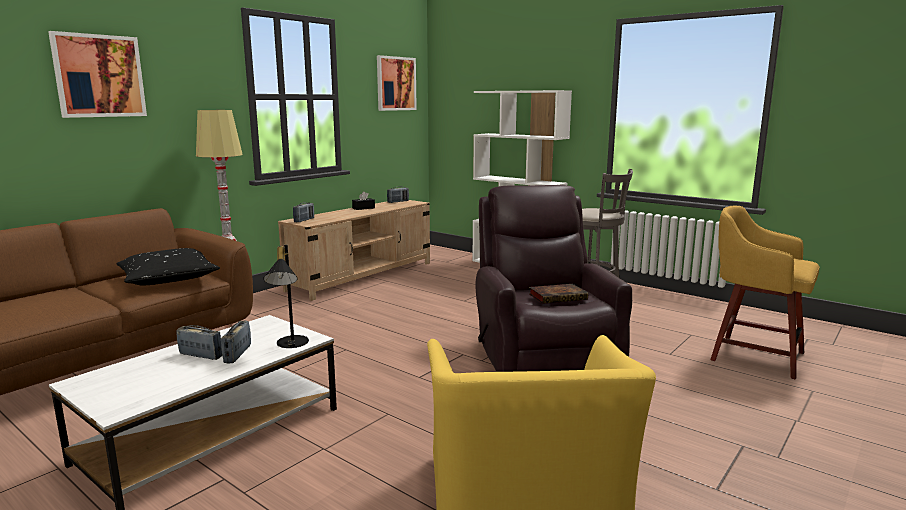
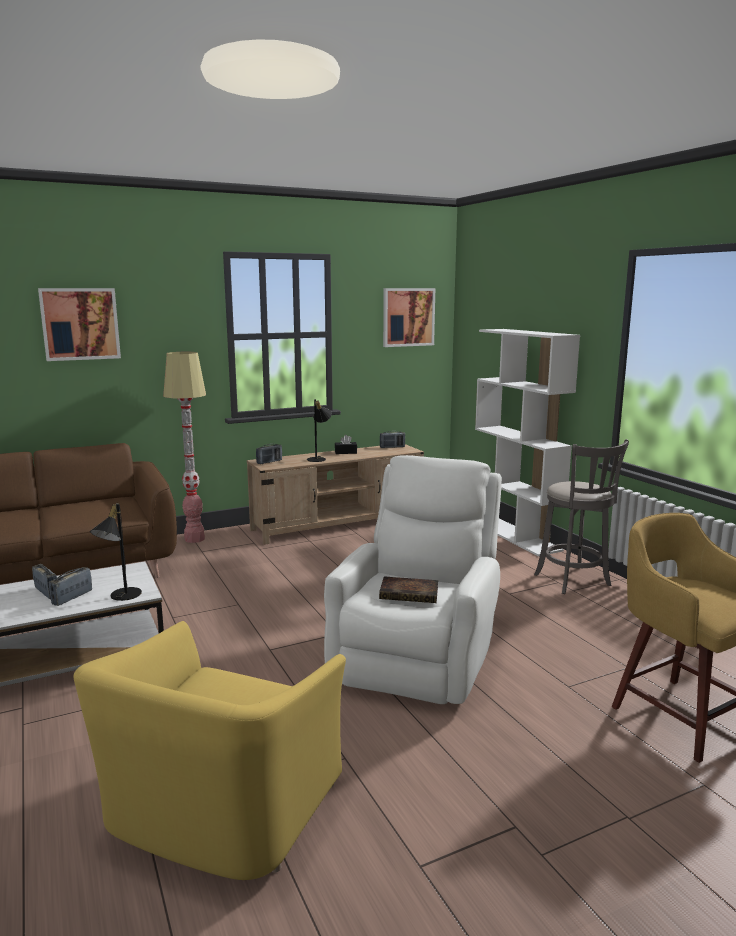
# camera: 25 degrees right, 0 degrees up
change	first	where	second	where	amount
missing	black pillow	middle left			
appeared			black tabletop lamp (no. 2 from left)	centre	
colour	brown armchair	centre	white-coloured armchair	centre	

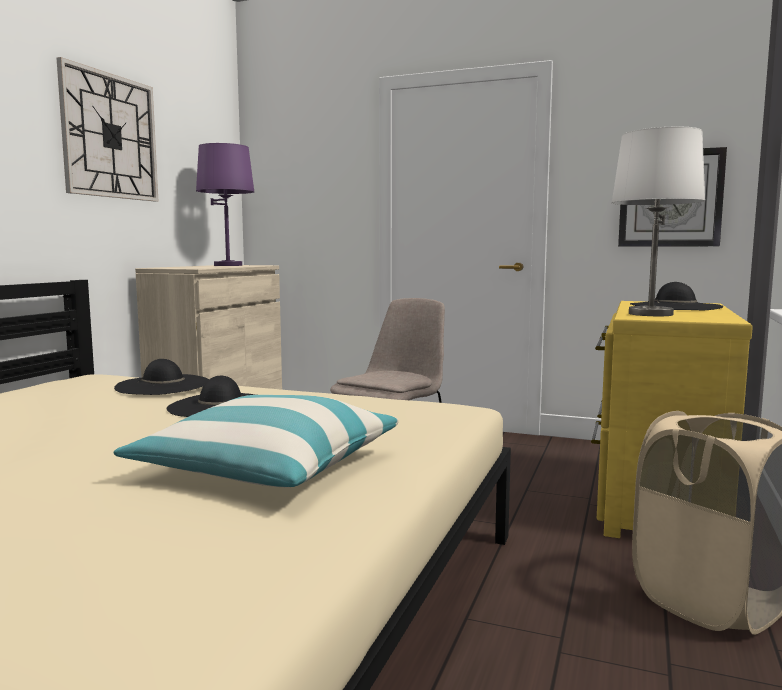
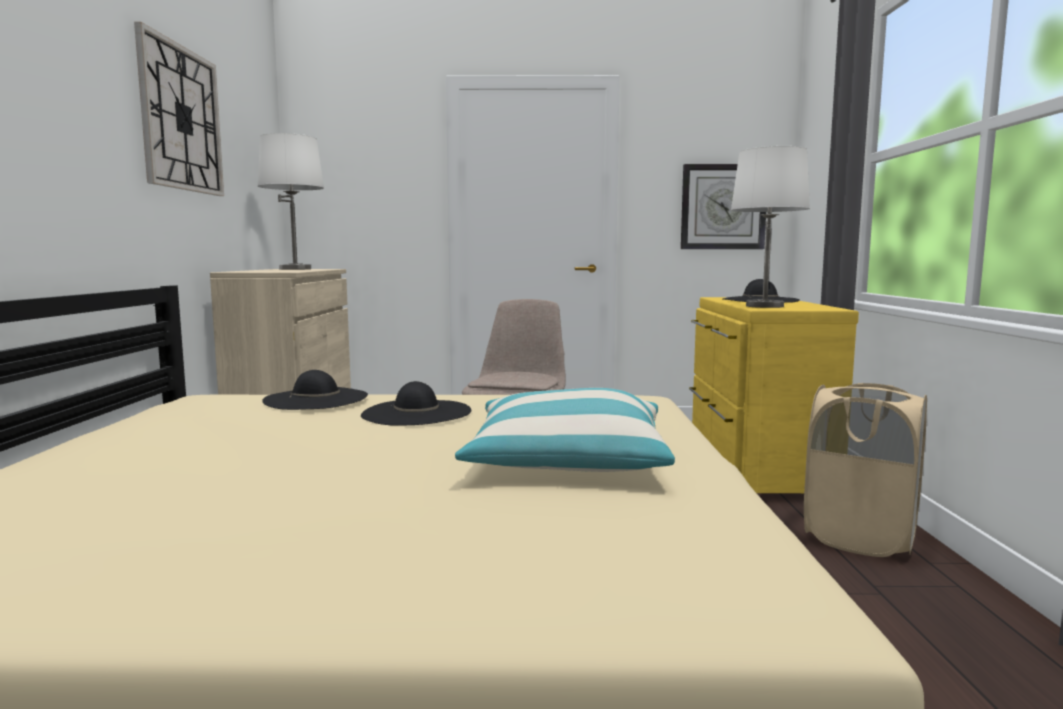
# camera: 20 degrees left, 0 degrees up
change	first	where	second	where	amount
colour	purple-coloured tabletop lamp	top left	white-coloured tabletop lamp (no. 1 from left)	top left	

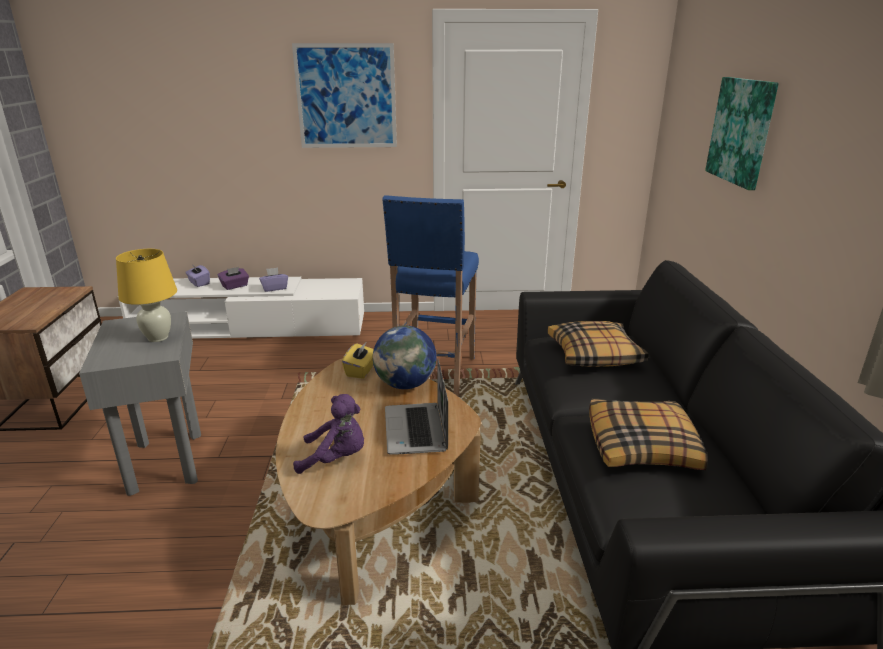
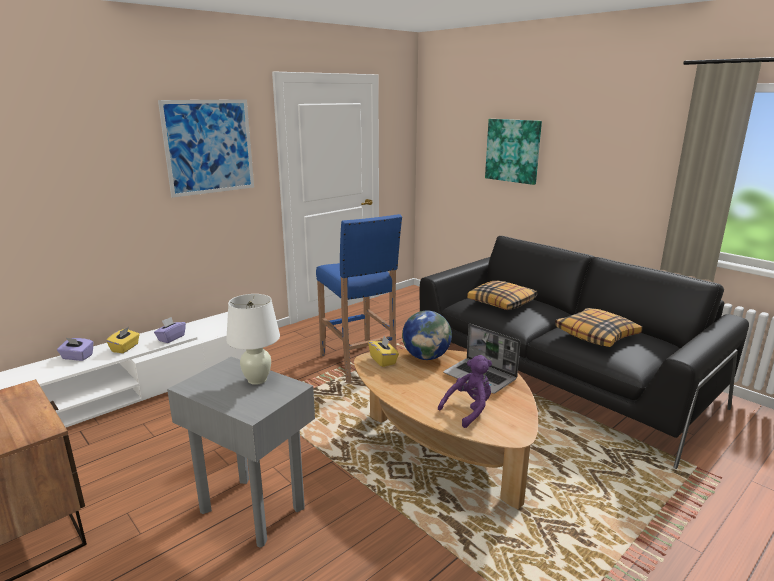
# camera: 40 degrees left, 5 degrees down
change	first	where	second	where	amount
colour	yellowish tabletop lamp	middle left	white-coloured tabletop lamp	middle left	
colour	purple-coloured tissue box (no. 2 from left)	middle left	yellowish tissue box (no. 1 from left)	middle left	

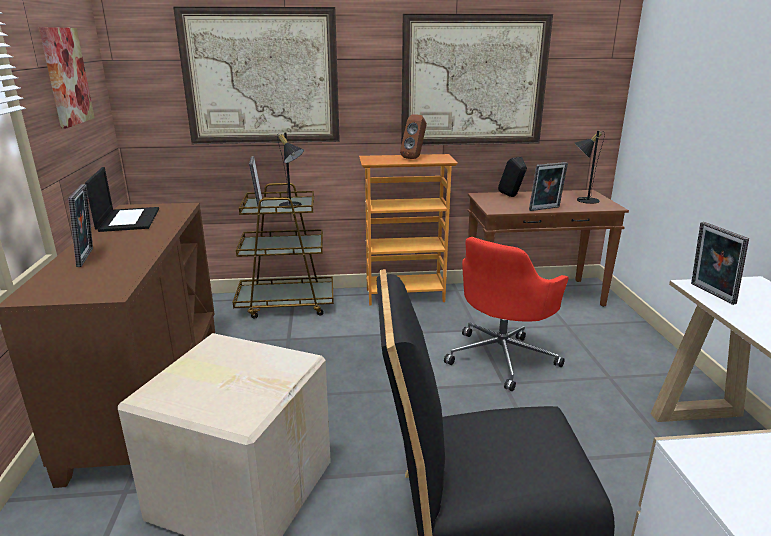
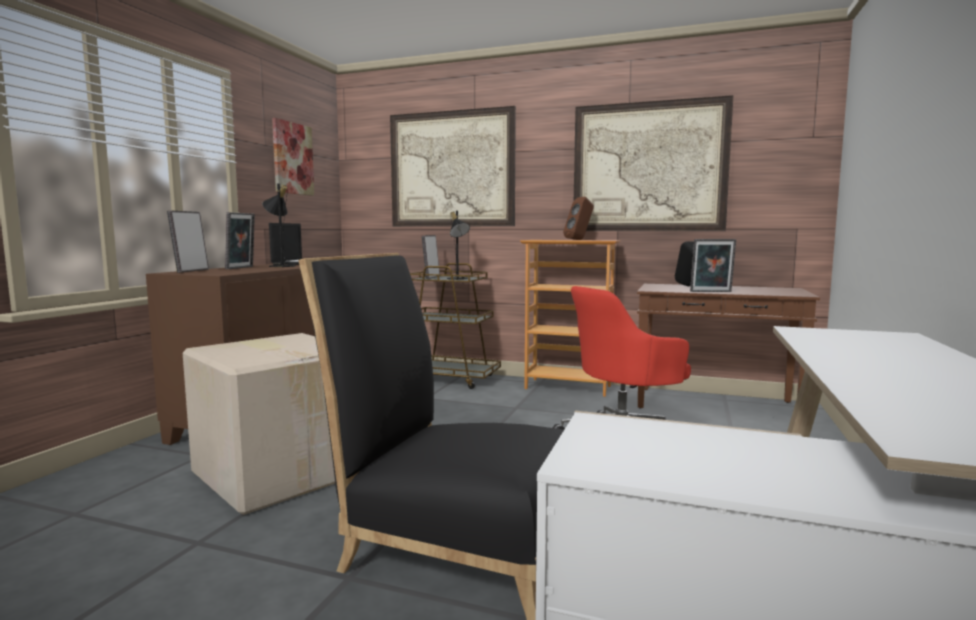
# camera: 25 degrees right, 15 degrees down
change	first	where	second	where	amount
relocated	black tabletop lamp (no. 2 from left in the first image)	top right	black tabletop lamp (no. 1 from left)	middle left	
relocated	photo frame (no. 4 from left in the first image)	middle right	photo frame (no. 1 from left)	middle left	

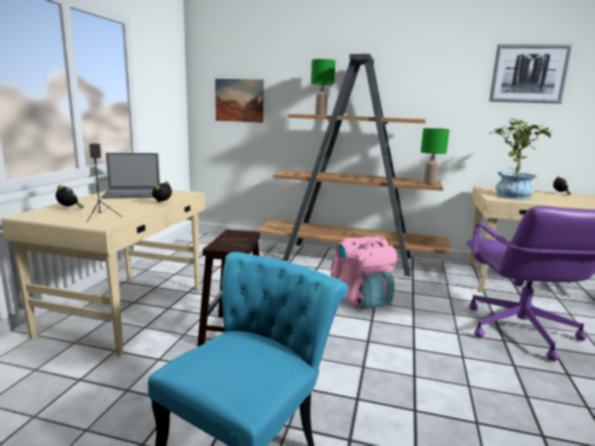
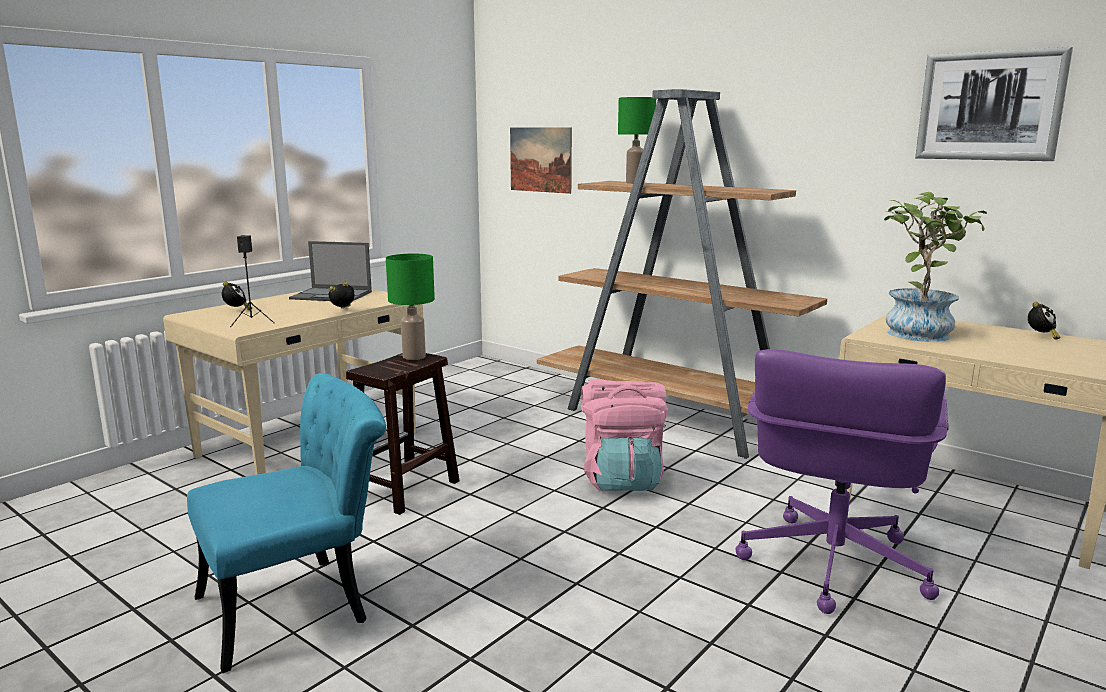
# camera: 25 degrees right, 0 degrees up
change	first	where	second	where	amount
relocated	greenish tabletop lamp (no. 2 from left in the first image)	middle right	greenish tabletop lamp (no. 1 from left)	centre	

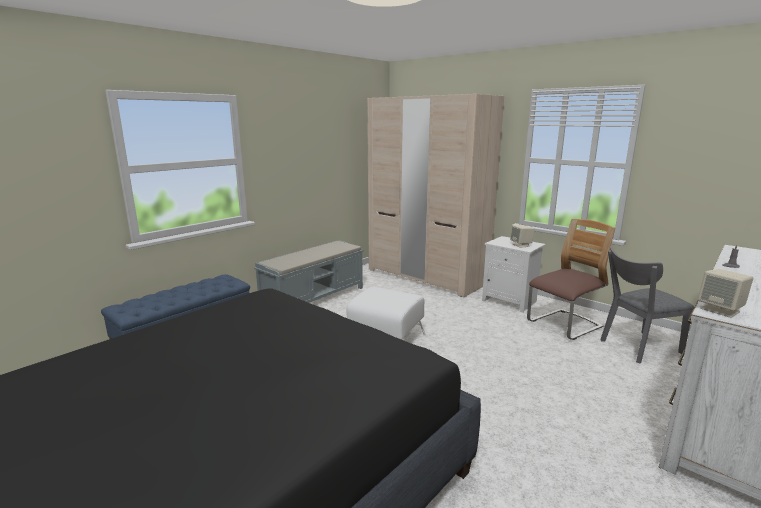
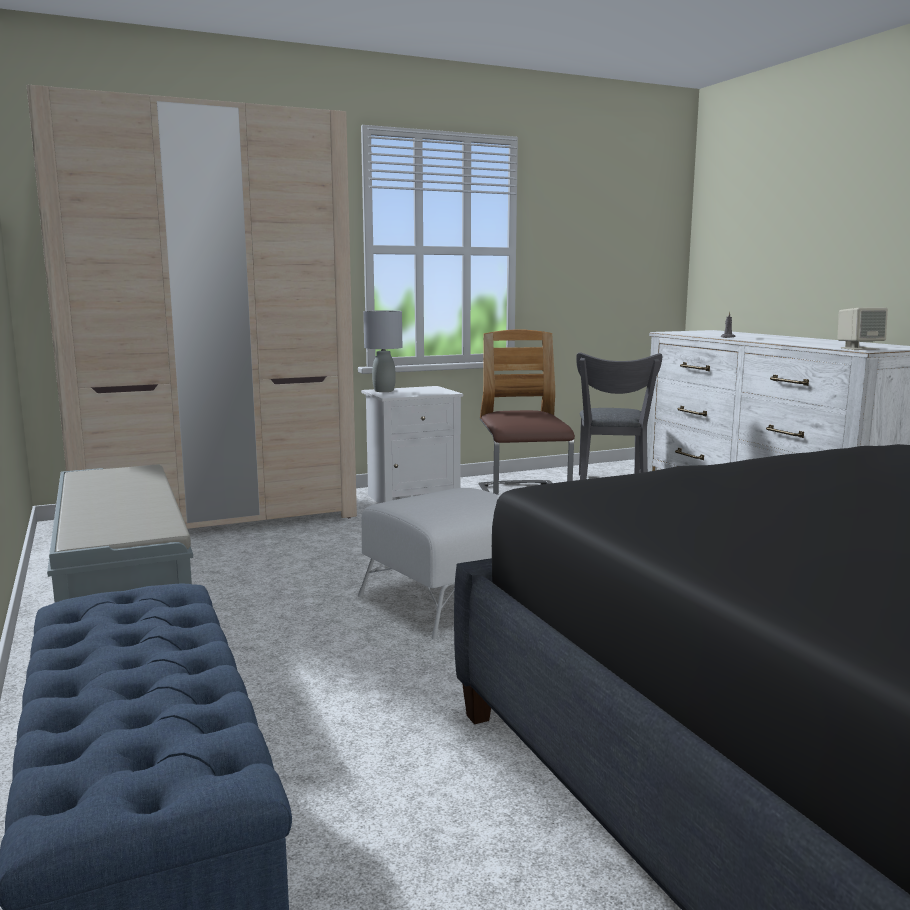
# camera: 65 degrees left, 5 degrees down
change	first	where	second	where	amount
missing	sand-coloured loudspeaker (no. 1 from left)	middle right			
appeared			greyish tabletop lamp	centre	

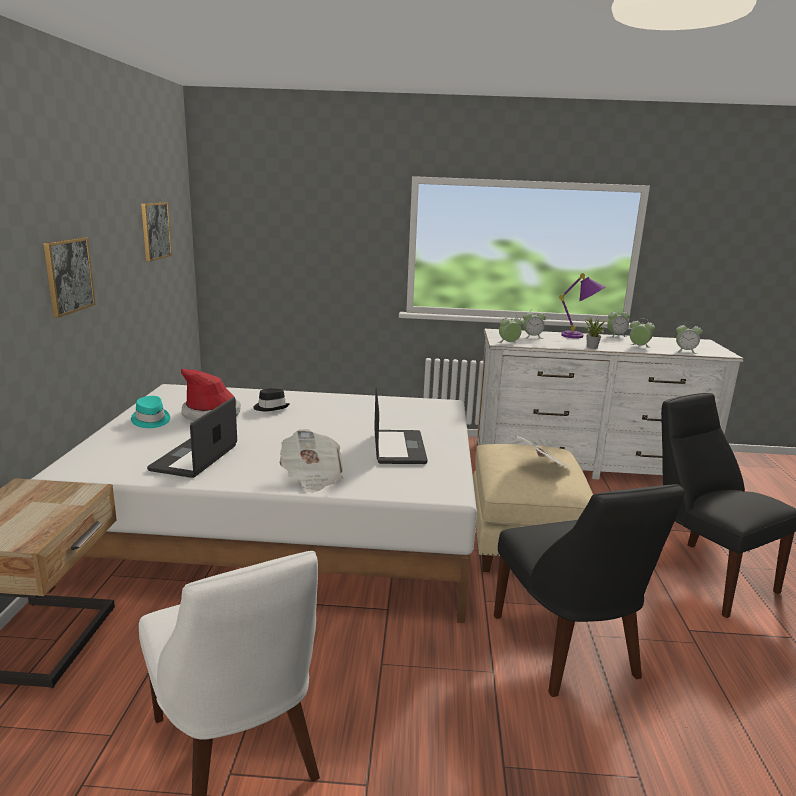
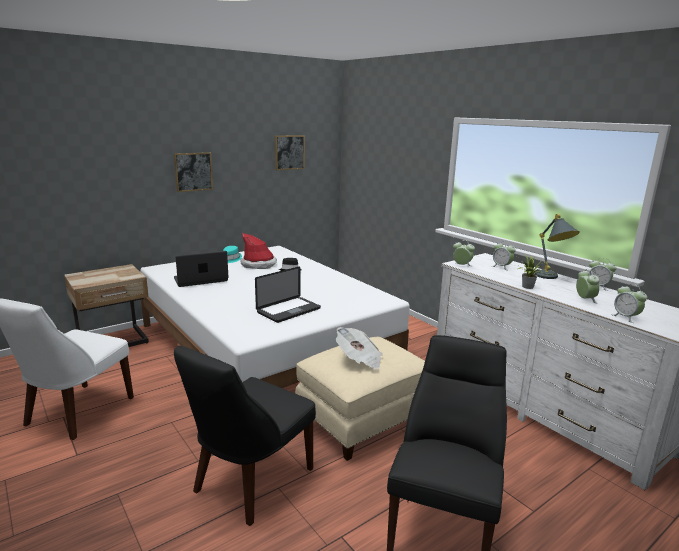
# camera: 50 degrees right, 0 degrees up
change	first	where	second	where	amount
missing	printed paper (no. 1 from left)	centre			
colour	purple-coloured tabletop lamp	middle right	greyish tabletop lamp	middle right	

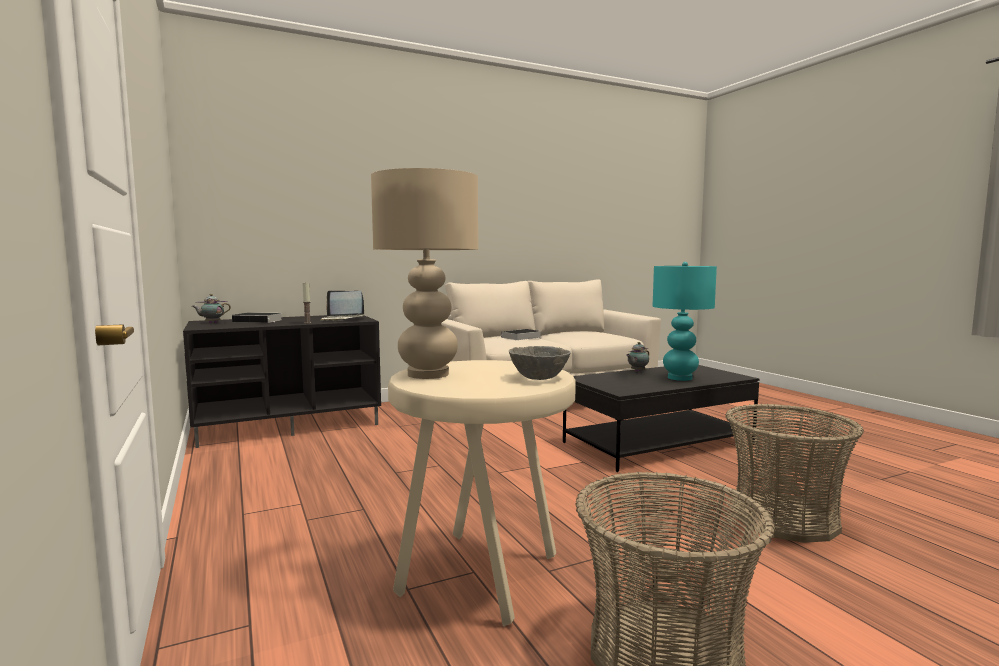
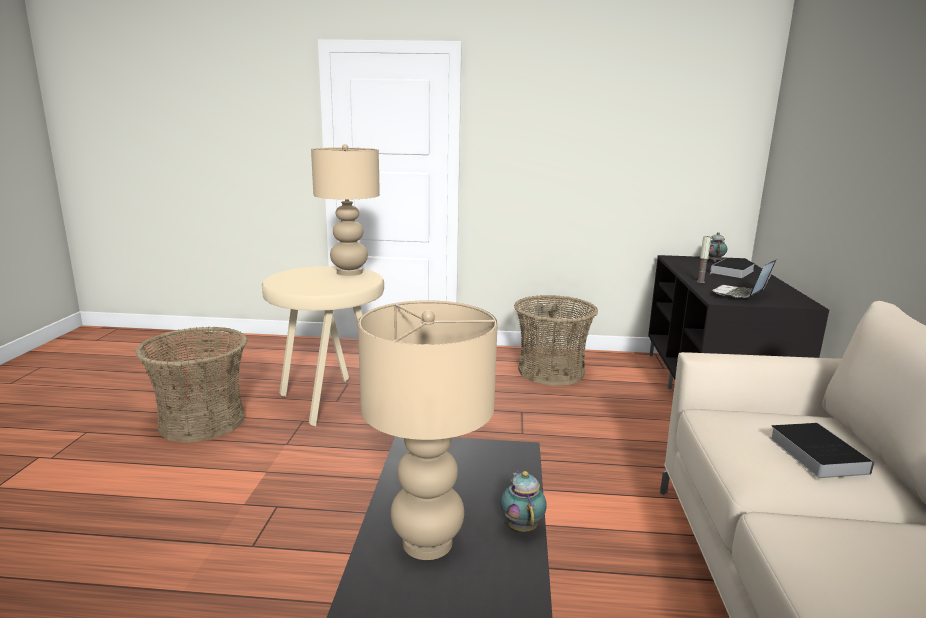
# camera: 120 degrees right, 10 degrees up
change	first	where	second	where	amount
missing	greyish bowl	centre			
relocated	basket (no. 2 from left)	bottom right		centre	
colour	blue-green tabletop lamp	middle right	sand-coloured tabletop lamp (no. 2 from left)	bottom centre	

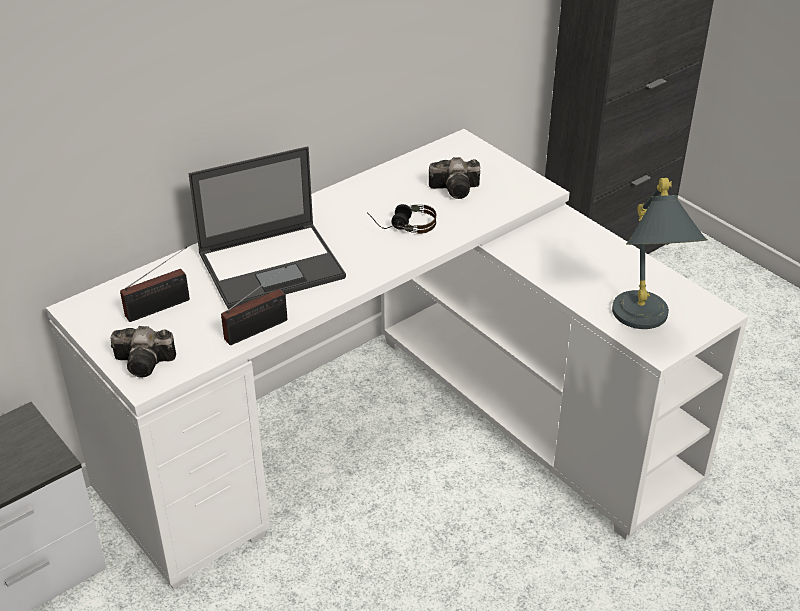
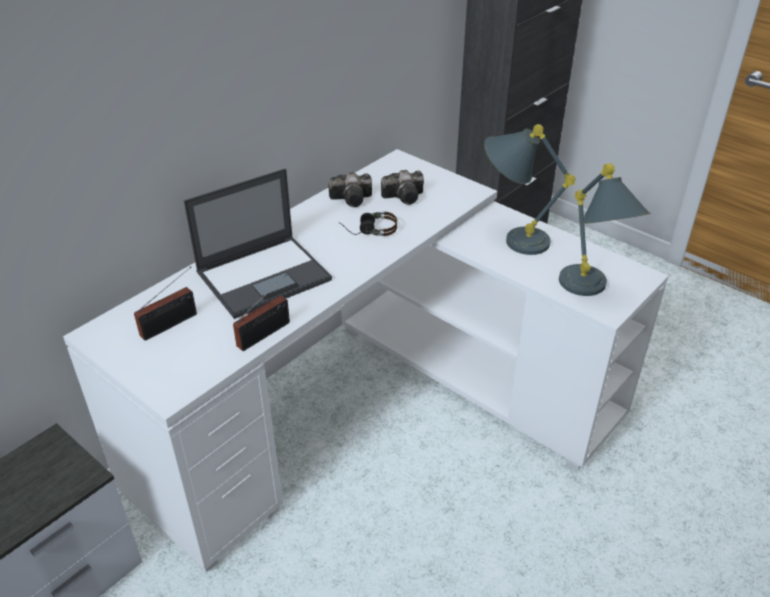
# camera: 10 degrees left, 0 degrees up
change	first	where	second	where	amount
appeared			greyish tabletop lamp (no. 1 from left)	top right	
relocated	photo camera (no. 1 from left)	middle left		top centre	

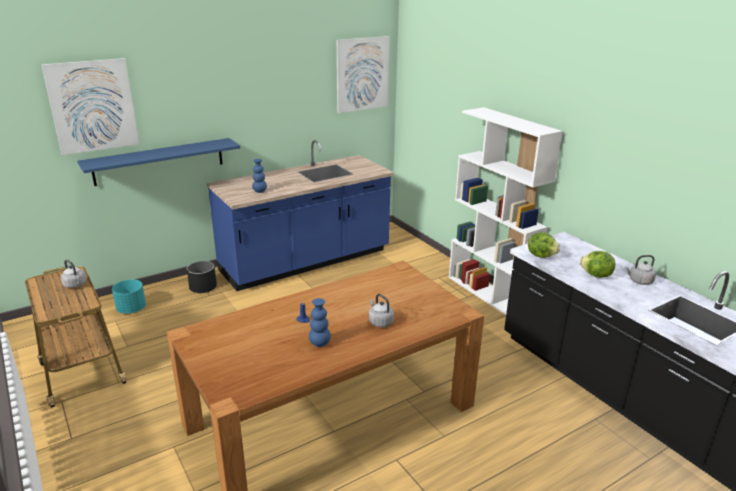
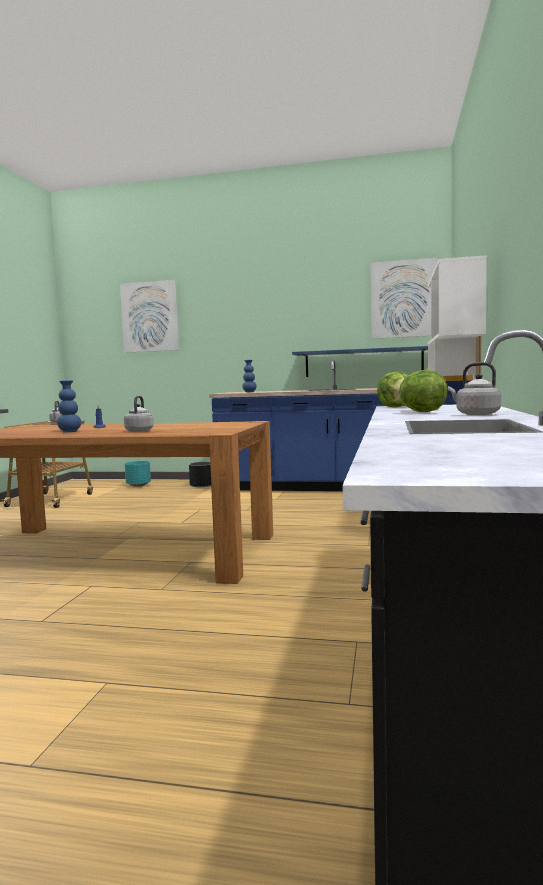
# camera: 45 degrees right, 20 degrees down
change	first	where	second	where	amount
relocated	blue bracket shelf	top left		centre	

